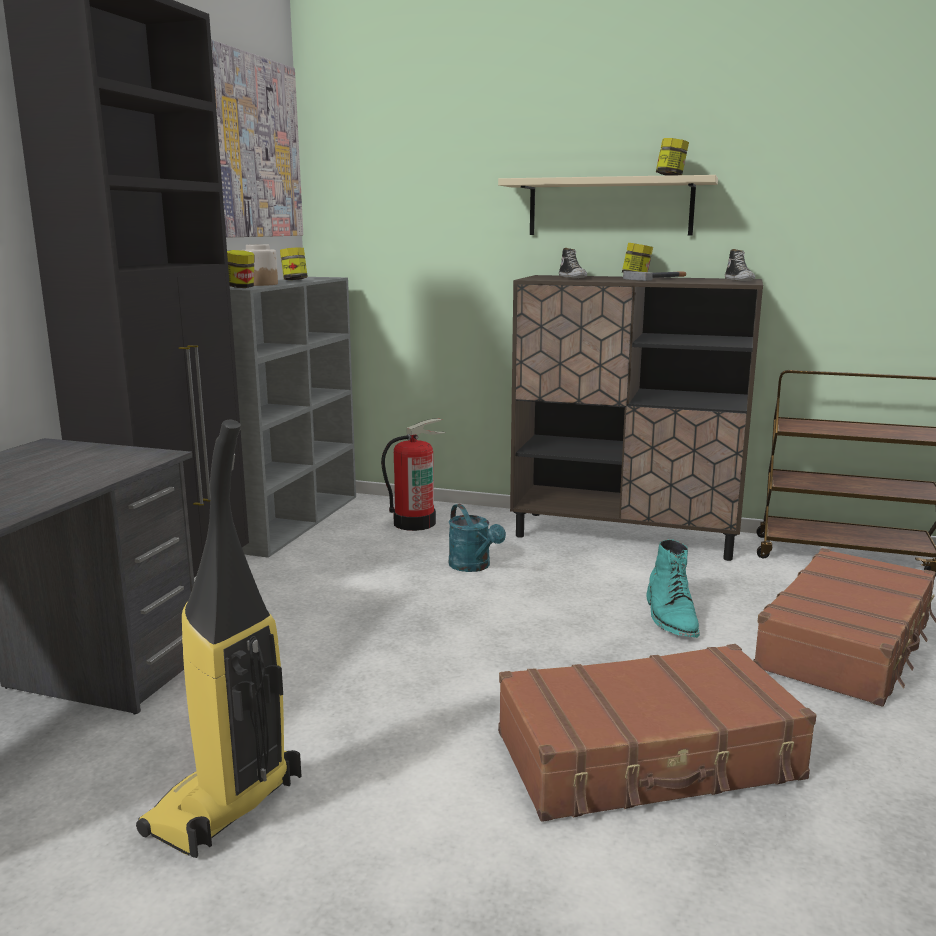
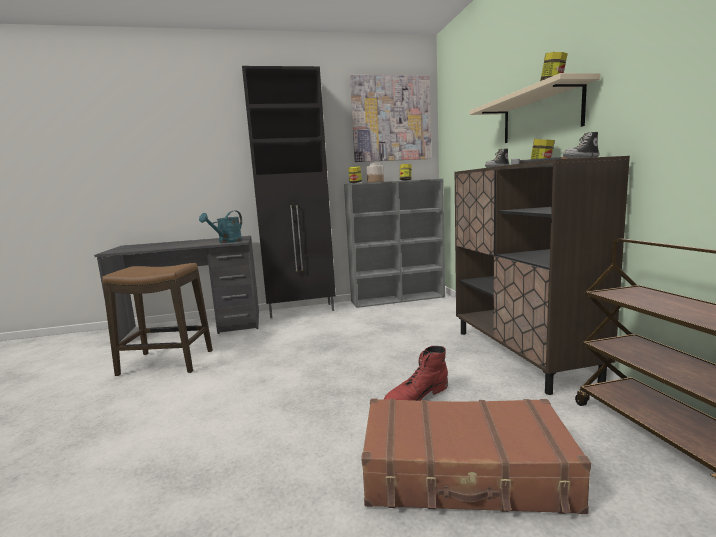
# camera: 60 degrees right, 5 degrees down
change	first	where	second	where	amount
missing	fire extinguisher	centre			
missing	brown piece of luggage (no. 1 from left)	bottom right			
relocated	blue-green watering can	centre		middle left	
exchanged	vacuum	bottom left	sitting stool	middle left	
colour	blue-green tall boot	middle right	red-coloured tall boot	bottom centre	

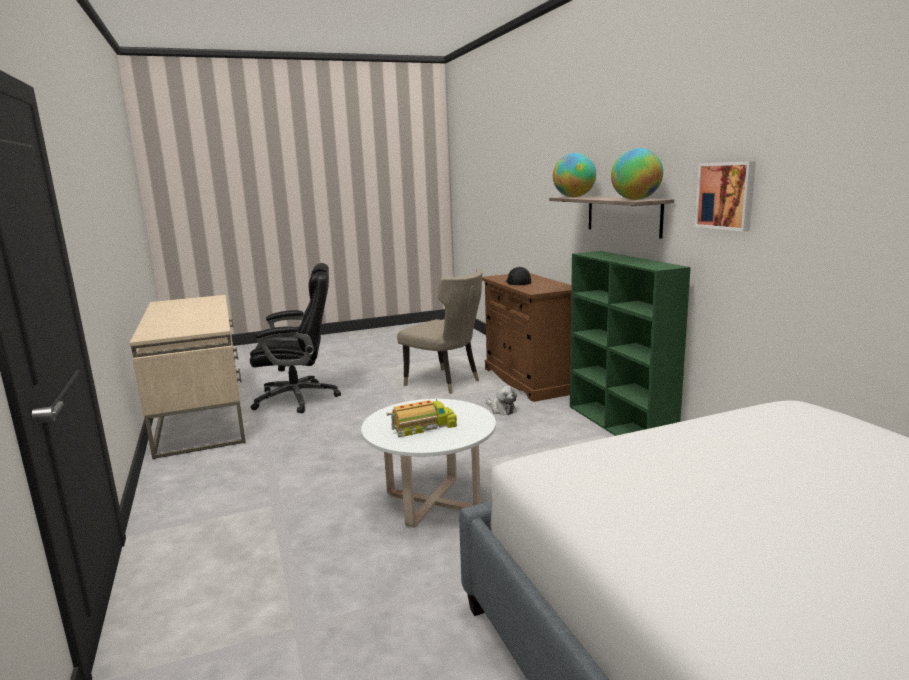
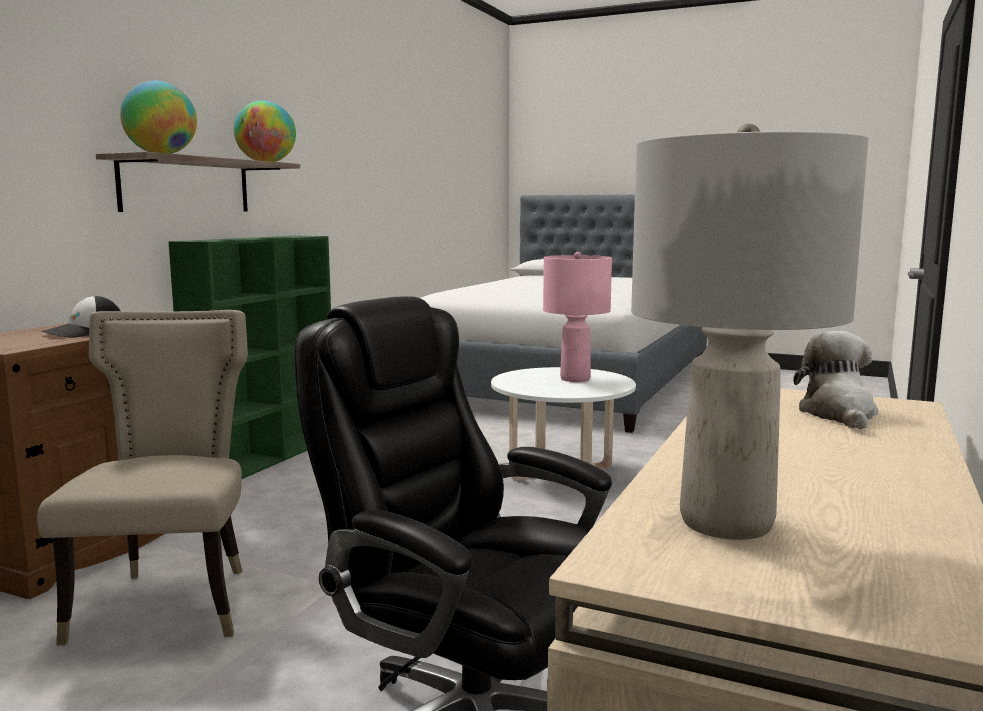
# camera: 135 degrees left, 5 degrees down
change	first	where	second	where	amount
missing	wall art	top right			
appeared			greyish tabletop lamp	middle right	
relocated	cuddly toy	centre		middle right	
exchanged	model truck	centre	pink tabletop lamp	centre	

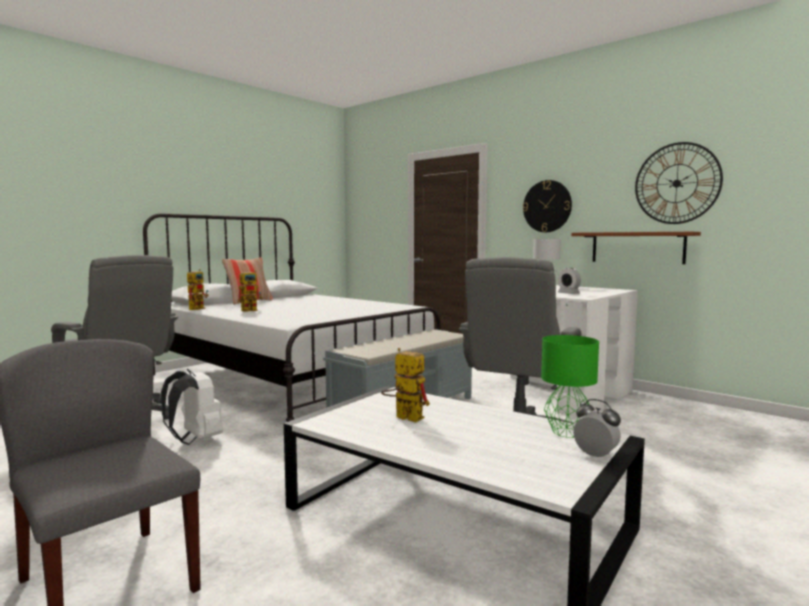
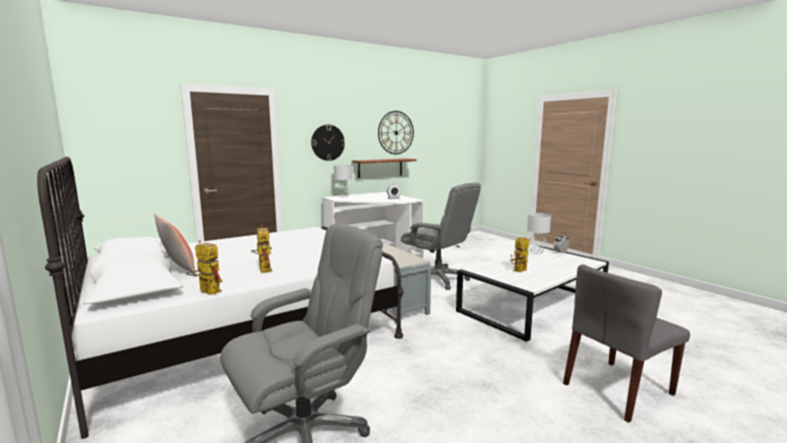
# camera: 75 degrees left, 5 degrees up
change	first	where	second	where	amount
missing	white-coloured rucksack	bottom left			
colour	greenish tabletop lamp	middle right	greyish tabletop lamp (no. 2 from left)	middle right	

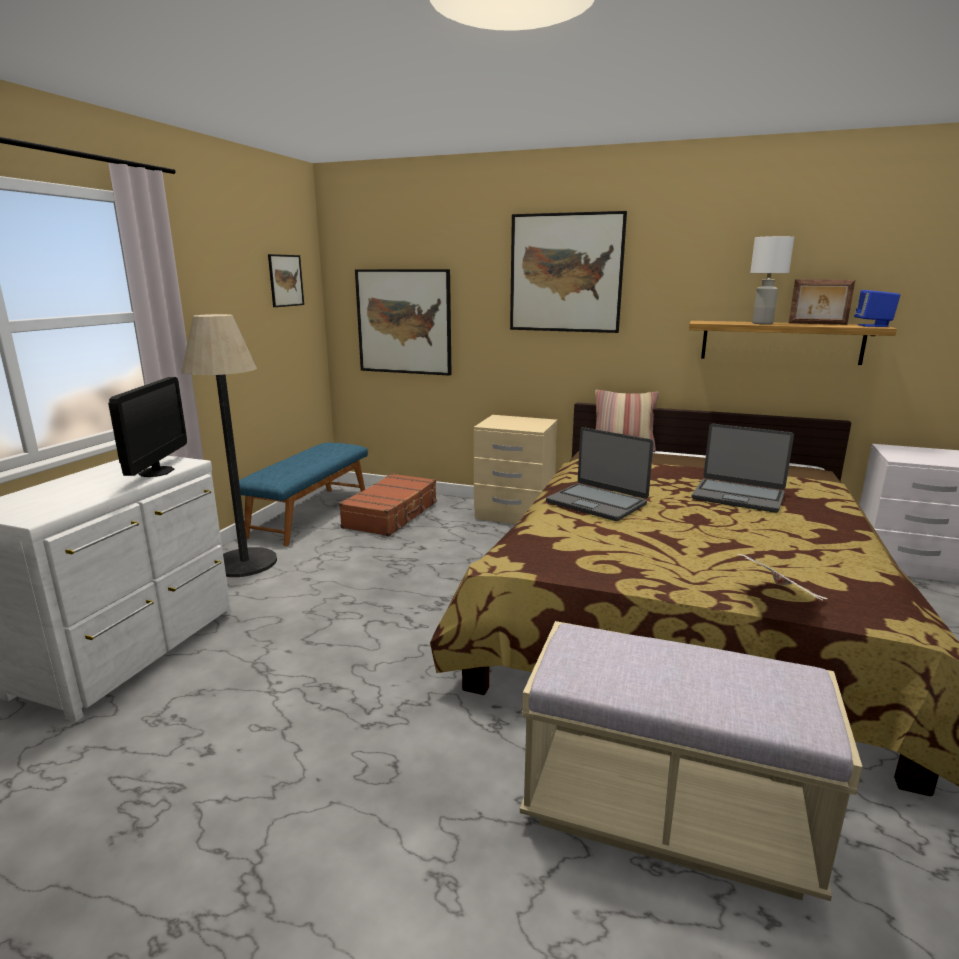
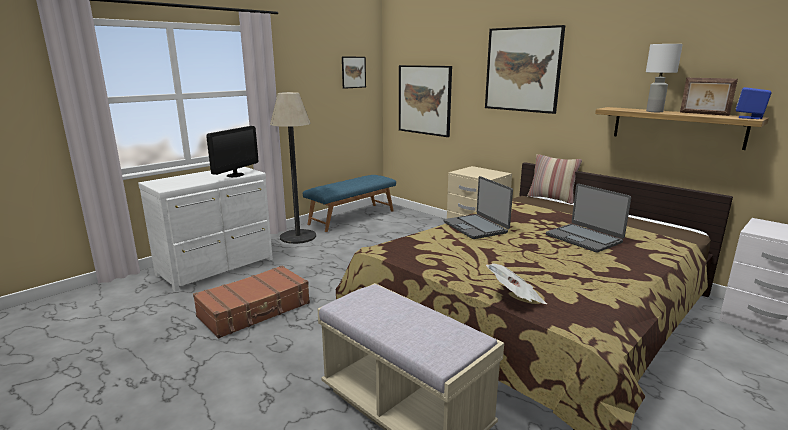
# camera: 25 degrees right, 0 degrees up
change	first	where	second	where	amount
relocated	brown piece of luggage	centre		bottom left	

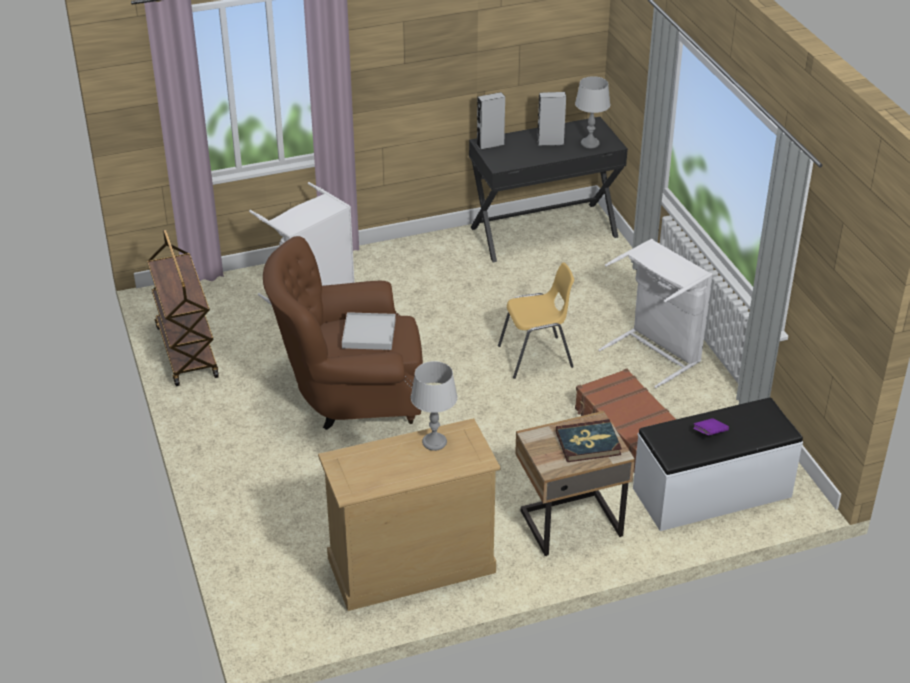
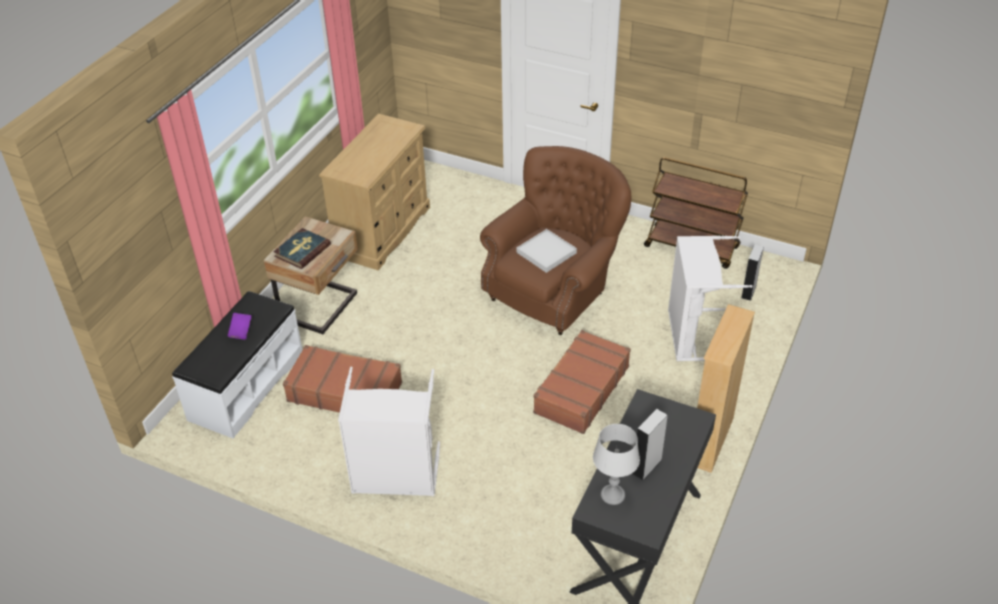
# camera: 135 degrees right, 5 degrees up
change	first	where	second	where	amount
missing	greyish tabletop lamp (no. 1 from left)	centre			
missing	yellowish upright chair	centre			
appeared			brown piece of luggage (no. 2 from left)	centre	
appeared			sand-coloured bookshelf	middle right	
relocated	greyish loudspeaker (no. 1 from left in the first image)	top centre	greyish loudspeaker (no. 2 from left)	middle right	

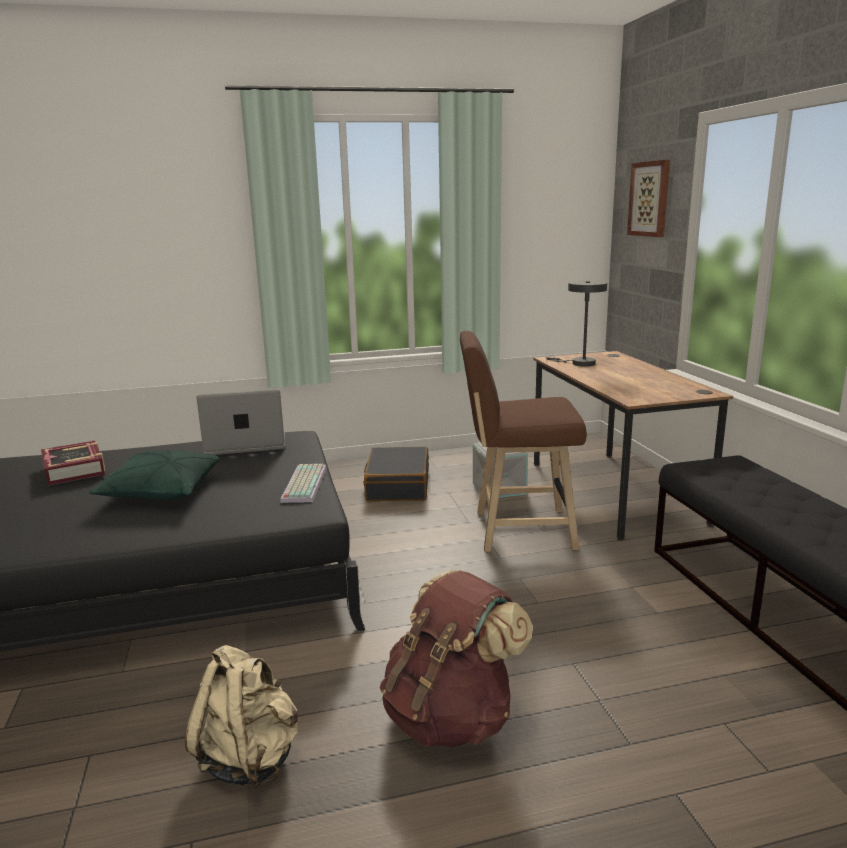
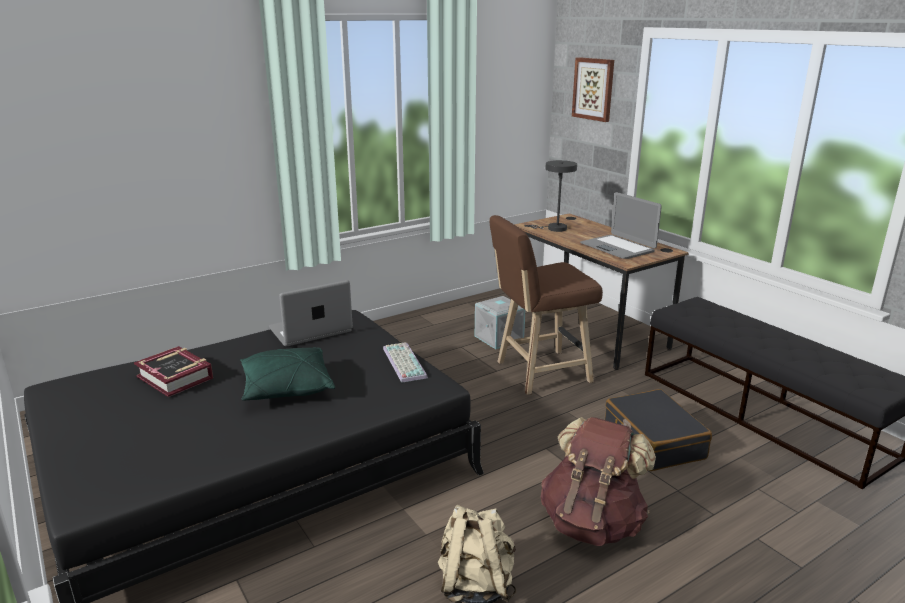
# camera: 20 degrees left, 5 degrees up
change	first	where	second	where	amount
appeared			portable computer (no. 2 from left)	middle right	
relocated	black piece of luggage	centre		bottom right	

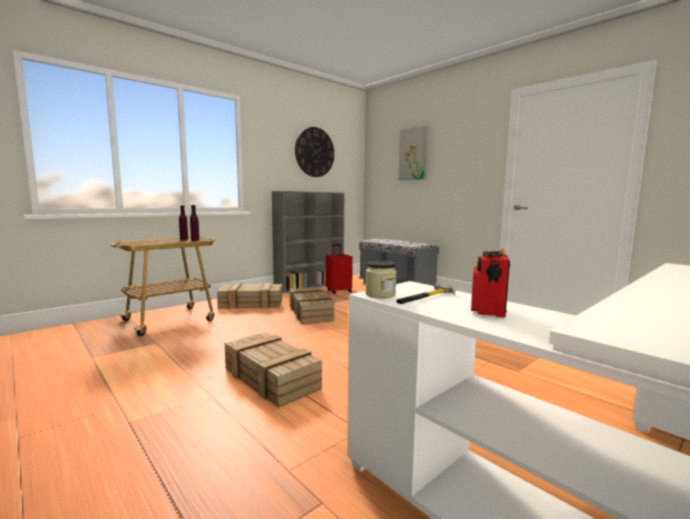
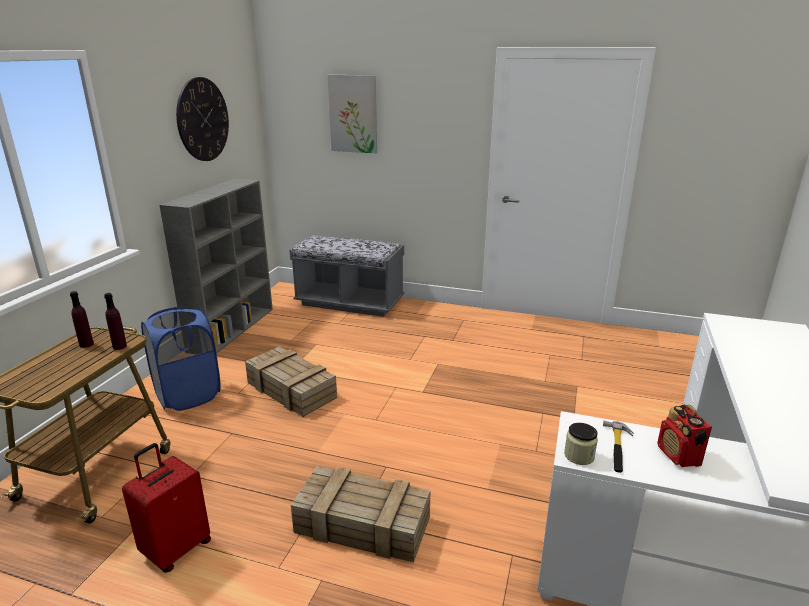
# camera: 30 degrees left, 15 degrees up
change	first	where	second	where	amount
relocated	red-coloured piece of luggage	centre		bottom left	
exchanged	packing crate (no. 1 from left)	centre	blue washing basket	middle left	

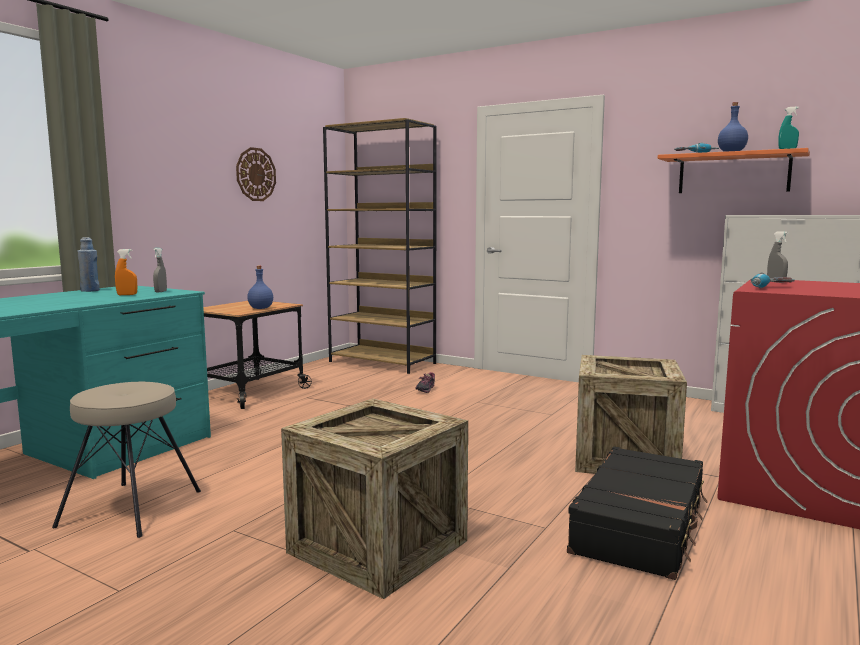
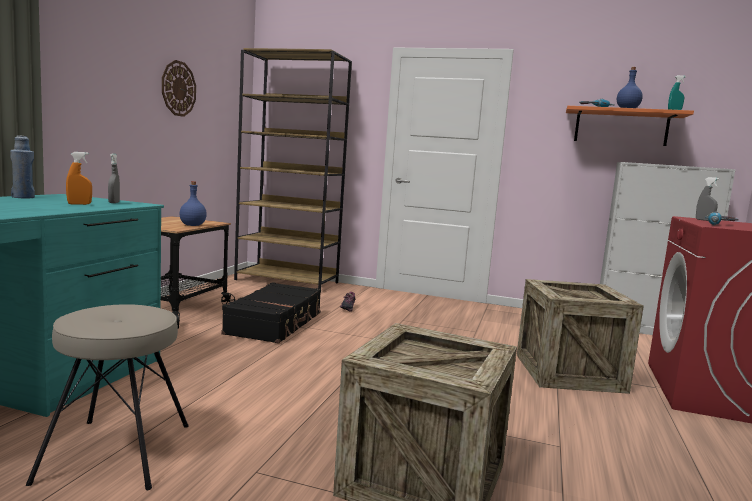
# camera: 15 degrees left, 0 degrees up
change	first	where	second	where	amount
relocated	black piece of luggage	bottom right		centre	

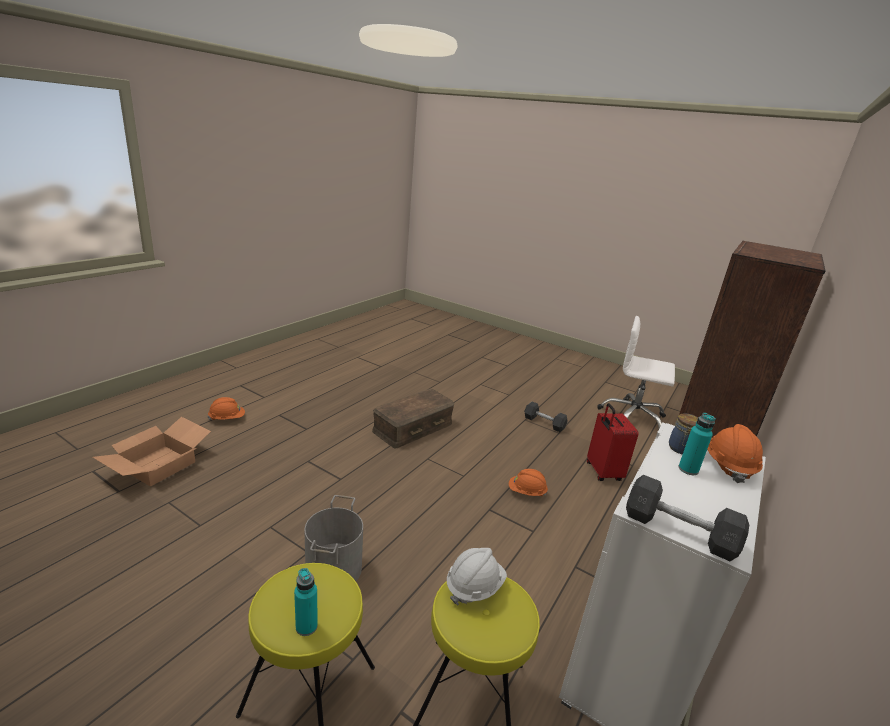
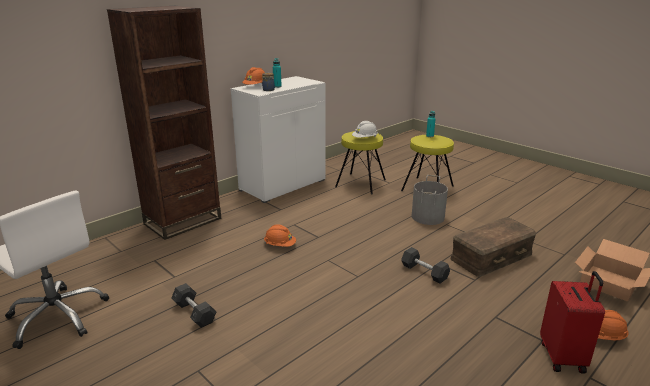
# camera: 165 degrees left, 0 degrees up
change	first	where	second	where	amount
relocated	brown storage container	centre		middle right	
relocated	red-coloured piece of luggage	middle right		bottom right	
relocated	greyish hand weight (no. 2 from left)	bottom right		bottom centre	

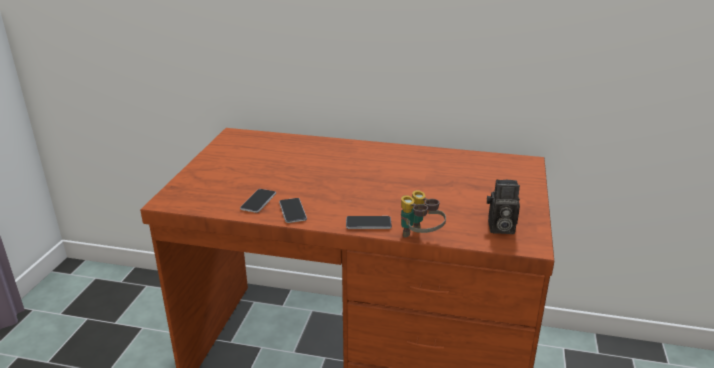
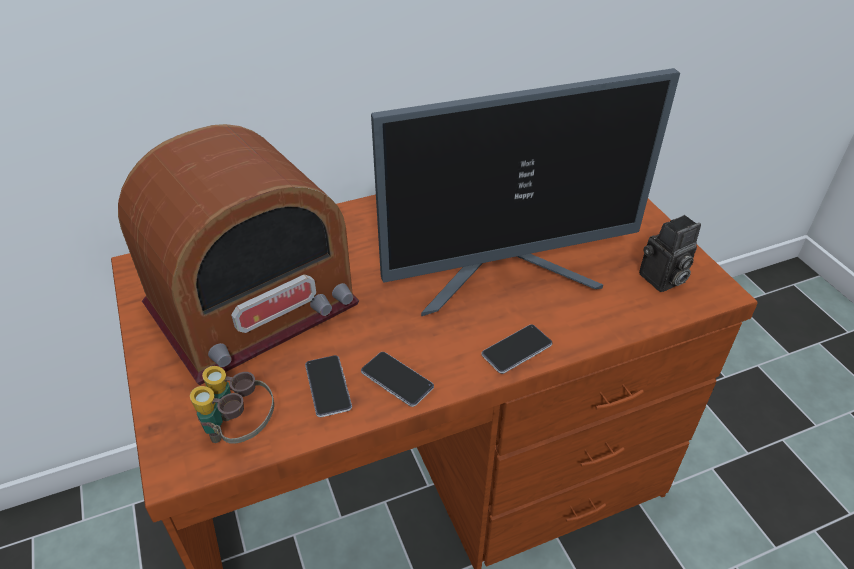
# camera: 35 degrees left, 15 degrees up
change	first	where	second	where	amount
appeared			radio receiver	middle left	
appeared			computer display	centre	
relocated	binoculars	centre		bottom left	

